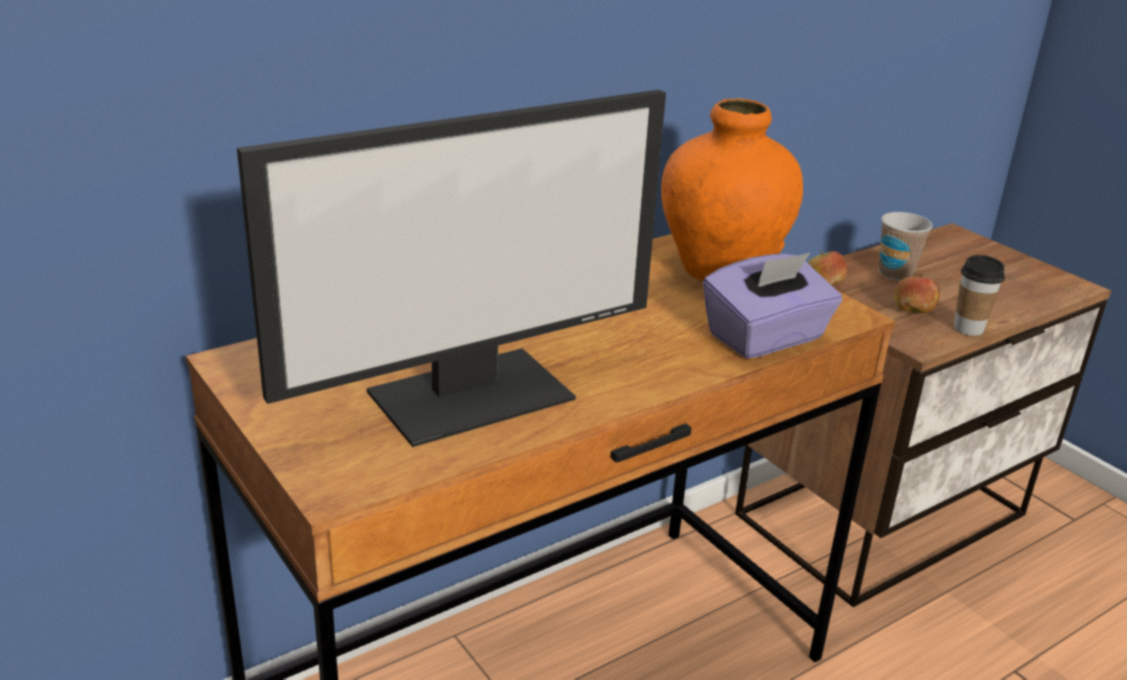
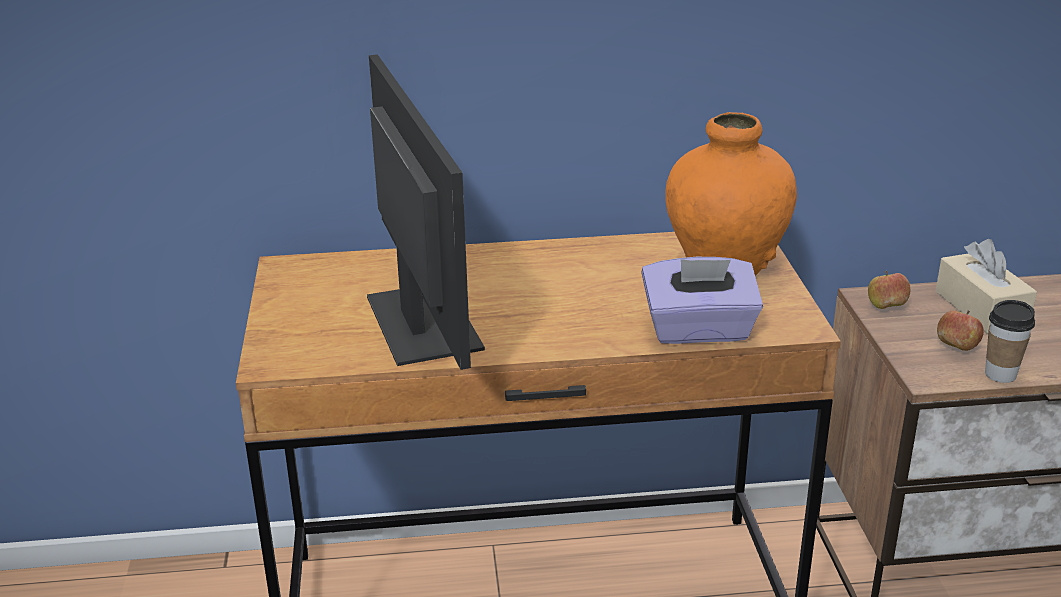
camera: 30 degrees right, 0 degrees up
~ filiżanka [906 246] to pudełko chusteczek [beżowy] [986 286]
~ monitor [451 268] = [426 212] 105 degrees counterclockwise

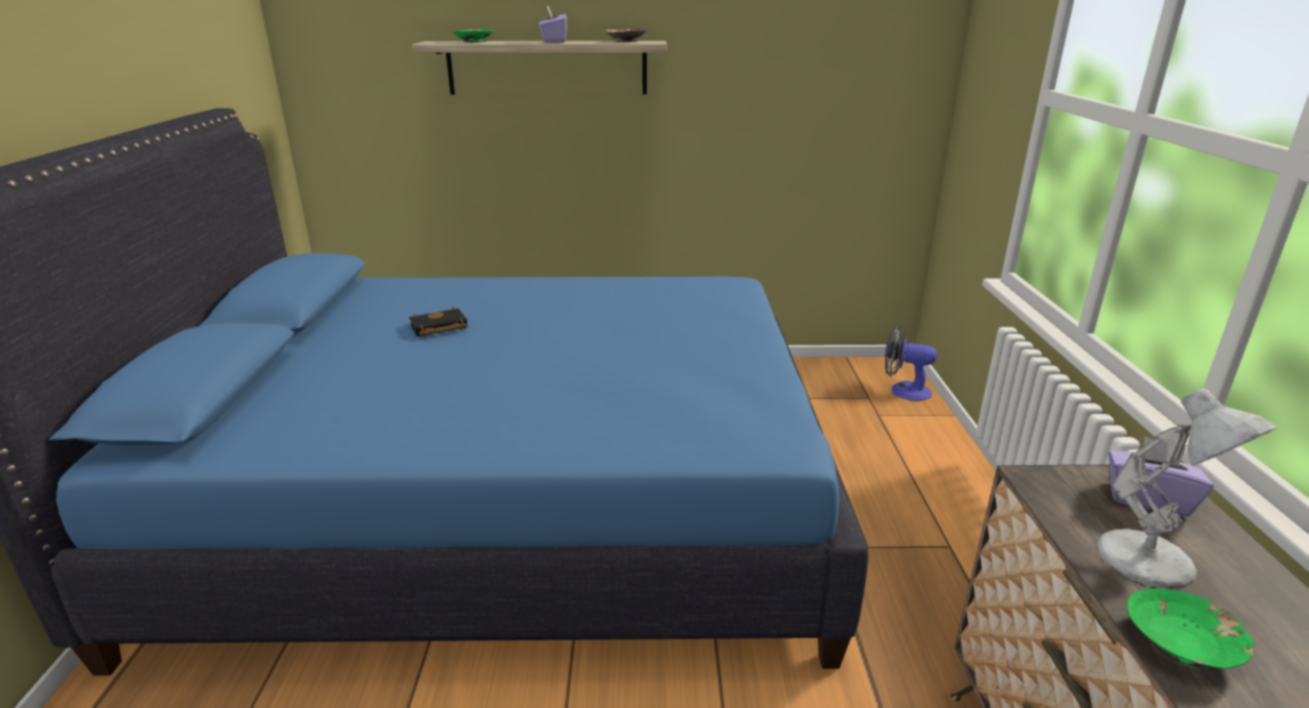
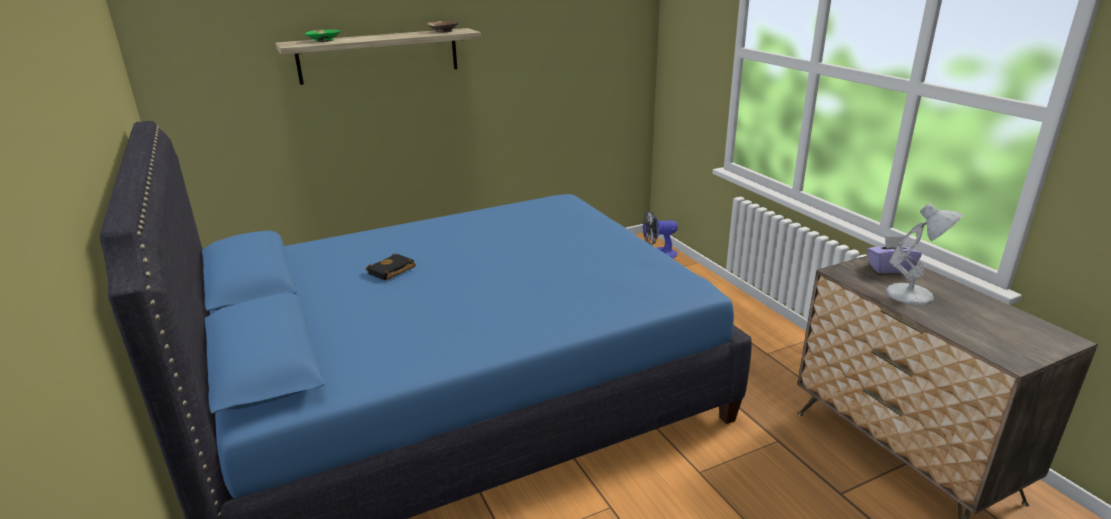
camera: 25 degrees left, 0 degrees up
- pudełko chusteczek [fioletowy] [553 24]
- miska [zielony] [1190 628]

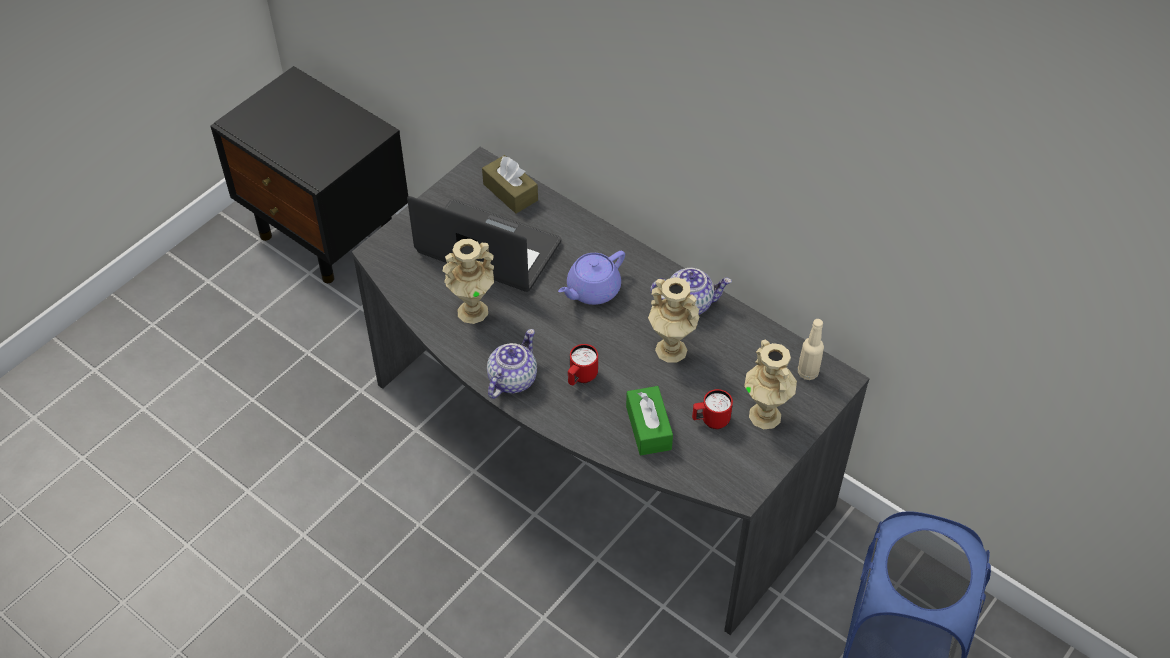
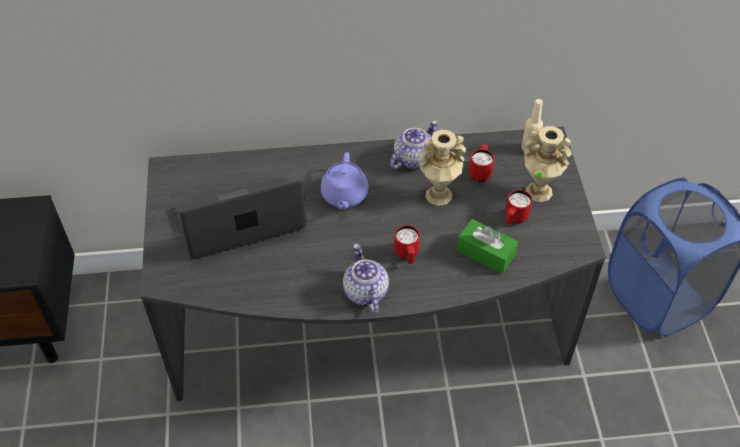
camera: 45 degrees left, 0 degrees up
- wazon [beżowy] [468 281]
- pudełko chusteczek [brązowy] [510 184]
+ kubek [czerwony] [481 163]

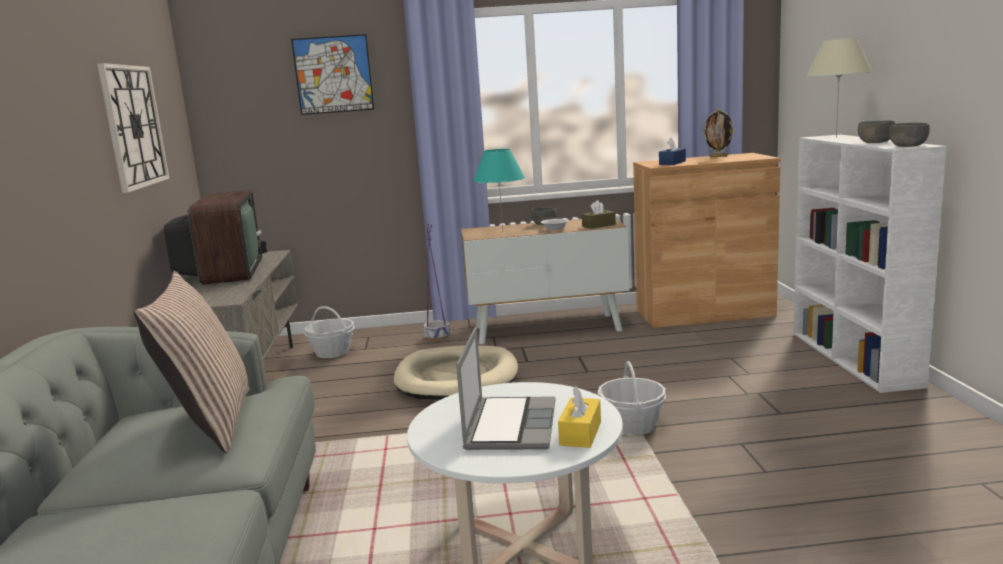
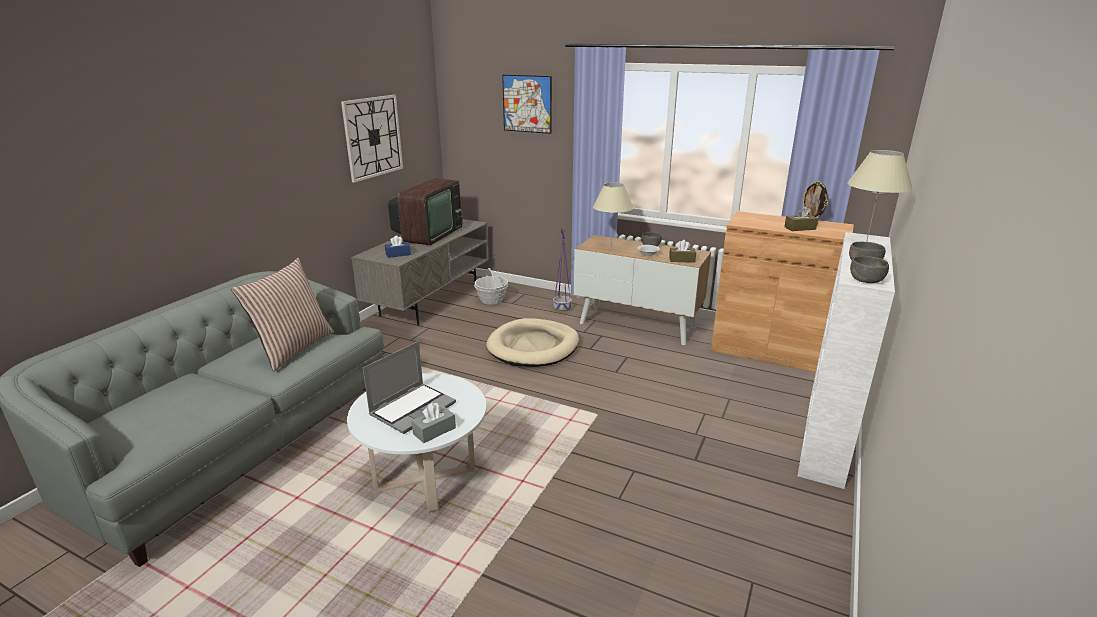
camera: 30 degrees right, 10 degrees up
- koszyk [631 398]
+ pudełko chusteczek [brązowy] [801 218]
~ pudełko chusteczek [niebieski] [672 151] to [398 246]
~ lampa stołowa [turkusowy] [499 190] to lampa stołowa [beżowy] [613 214]
~ pudełko chusteczek [żółty] [579 417] to pudełko chusteczek [szary] [434 423]

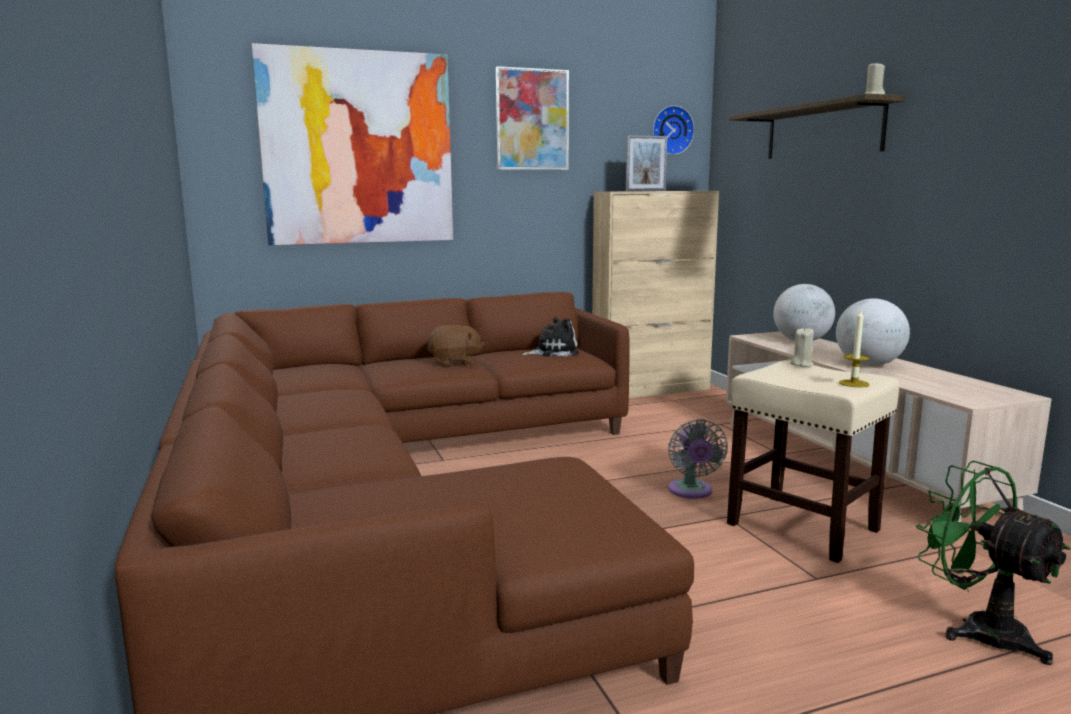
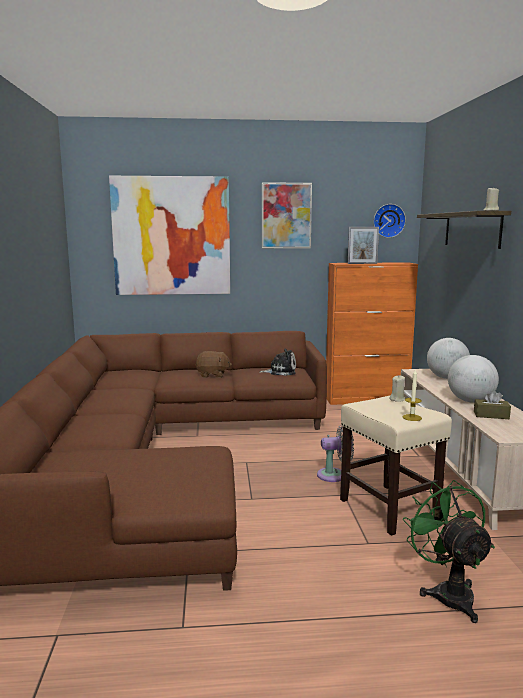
camera: 15 degrees right, 0 degrees up
+ pudełko chusteczek [brązowy] [492 404]
~ szafka [beżowy] [655 294] to szafka [pomarańczowy] [372 333]
~ wentylator [szary] [698 459] = [335 453] 105 degrees counterclockwise

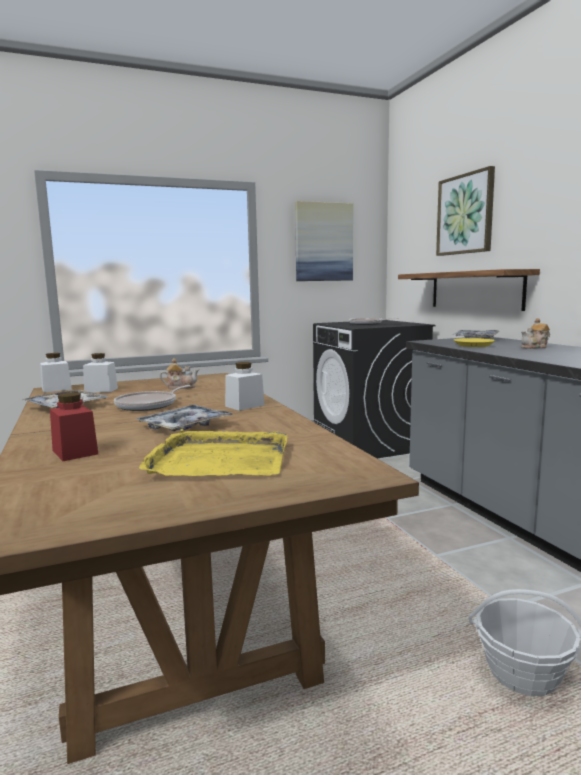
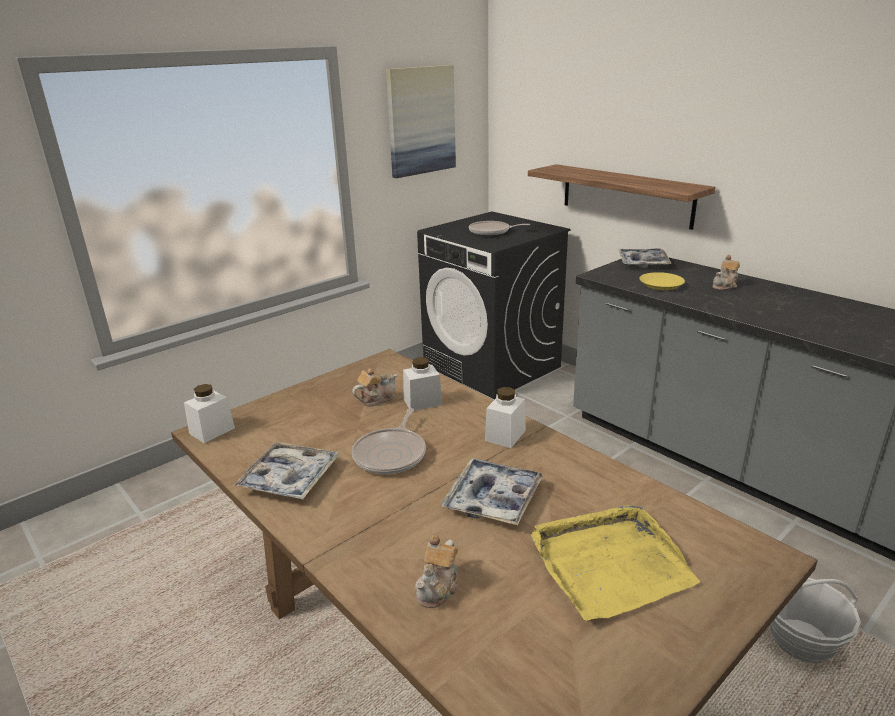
camera: 20 degrees left, 15 degrees up
- obraz [465 211]
~ słoik [biały] [100 373] to [422 384]
~ słoik [czerwony] [74 426] to imbryk [437 571]

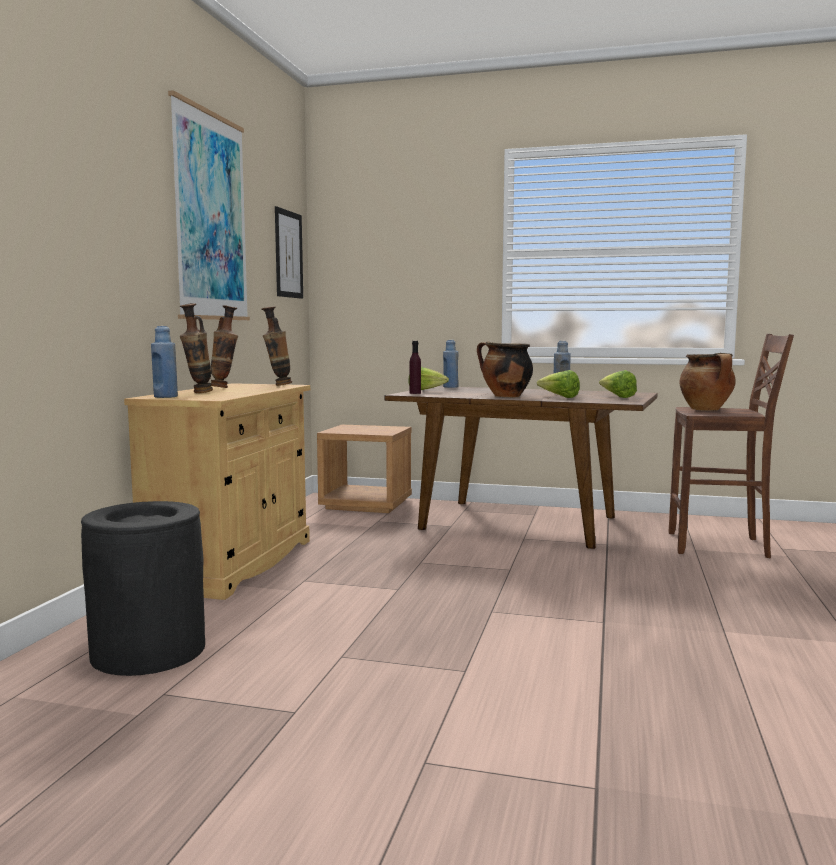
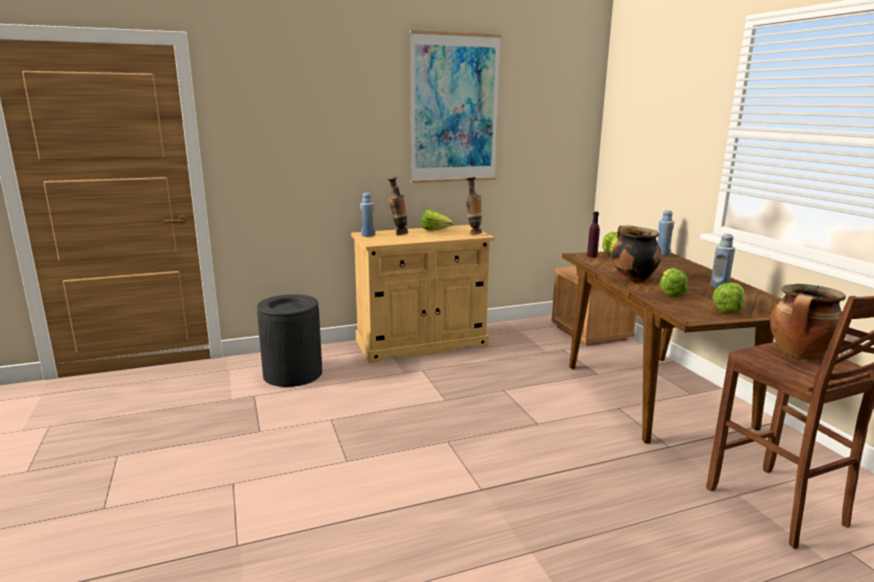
camera: 55 degrees right, 10 degrees up
- obraz [289 252]
~ wazon [224 346] to sałata [437 220]

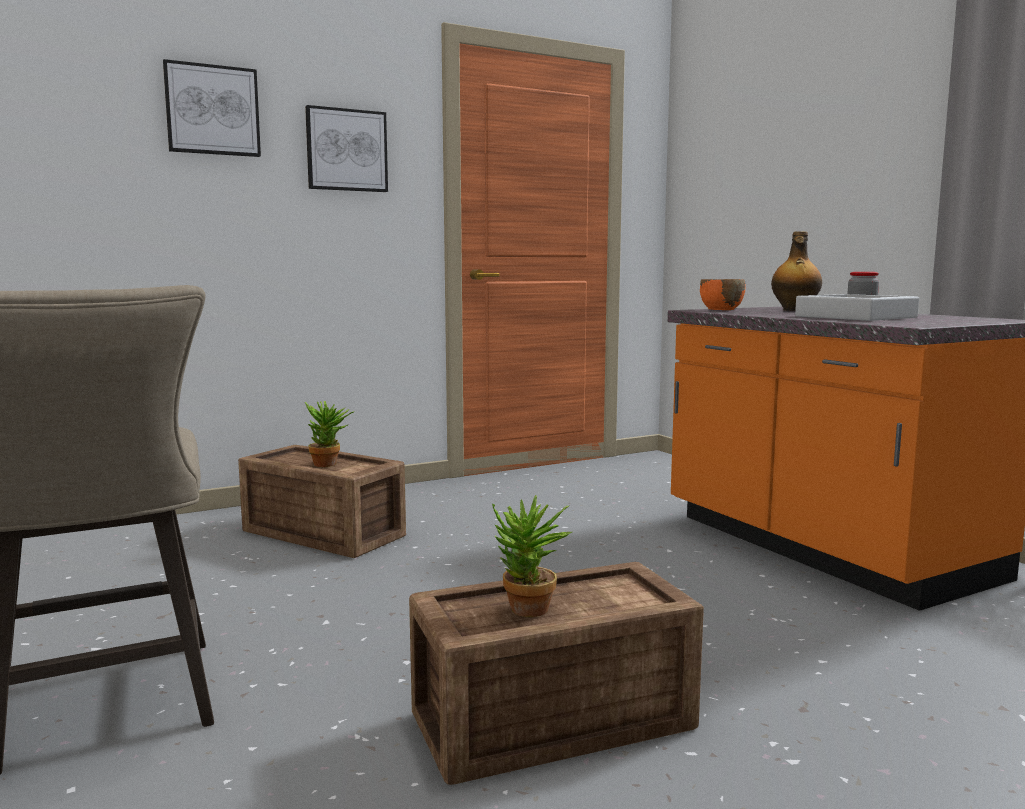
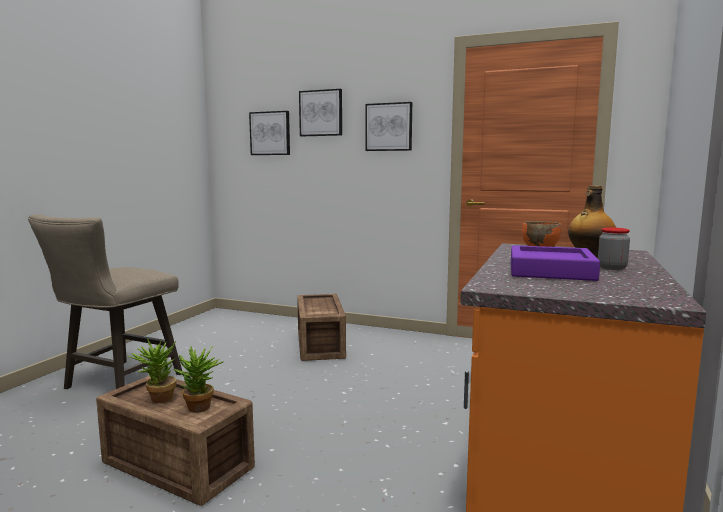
camera: 50 degrees right, 0 degrees up
+ obraz [269 133]
~ roślina doniczkowa [329 434] to [198 379]
~ taca [szary] [857 307] to taca [fioletowy] [555 263]

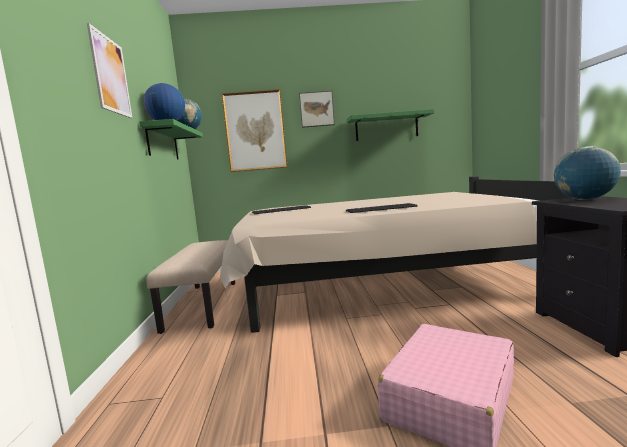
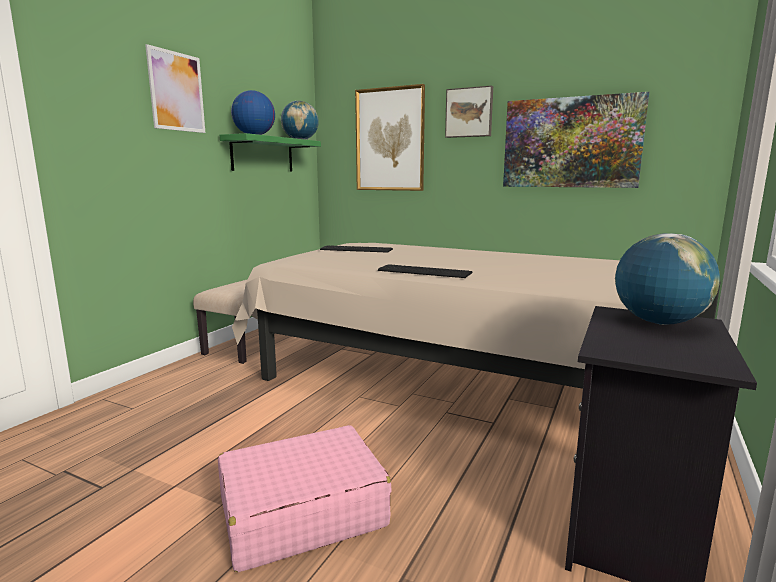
camera: 30 degrees right, 5 degrees up
~ półka [zielony] [390 125] to obraz [576 140]

